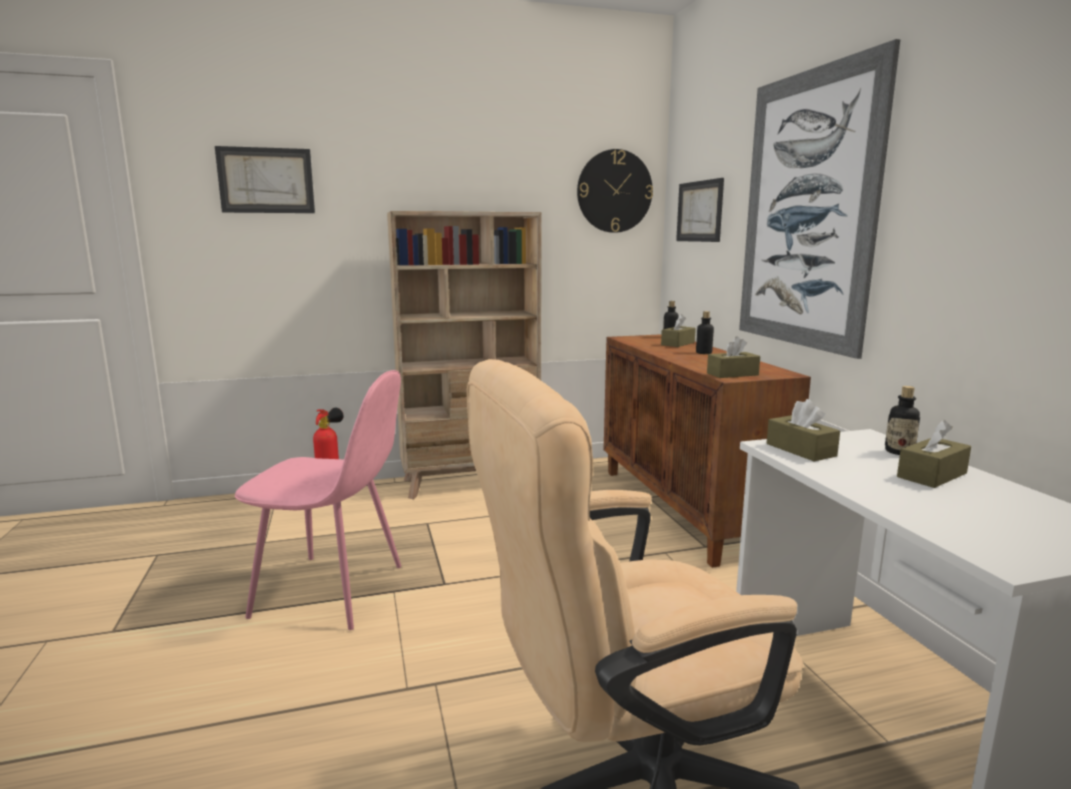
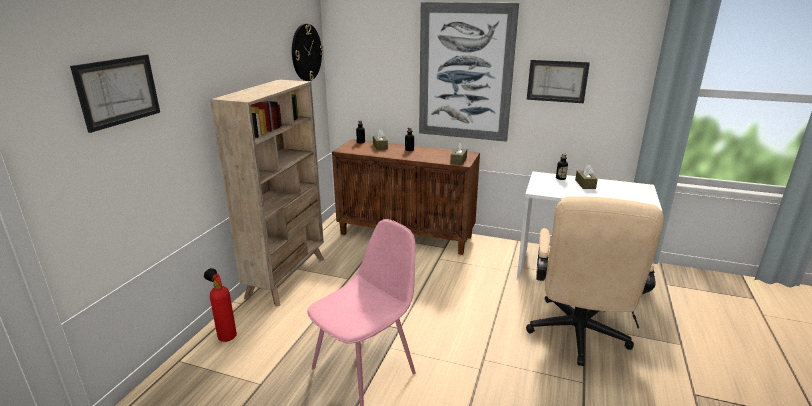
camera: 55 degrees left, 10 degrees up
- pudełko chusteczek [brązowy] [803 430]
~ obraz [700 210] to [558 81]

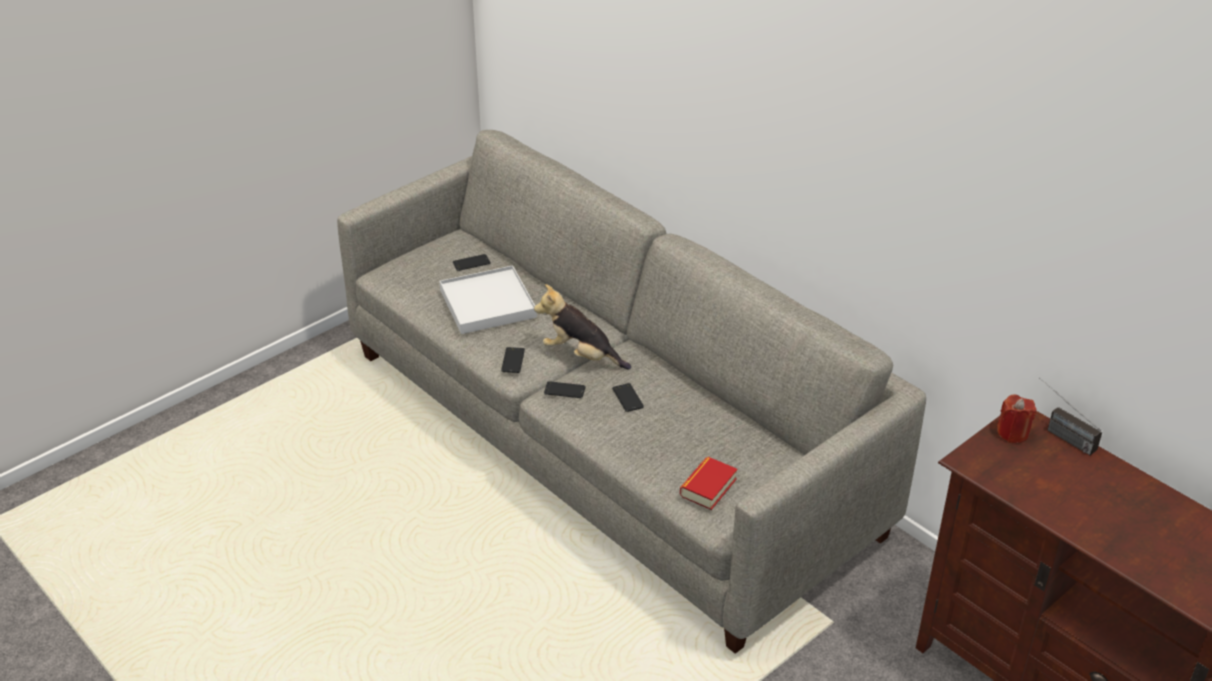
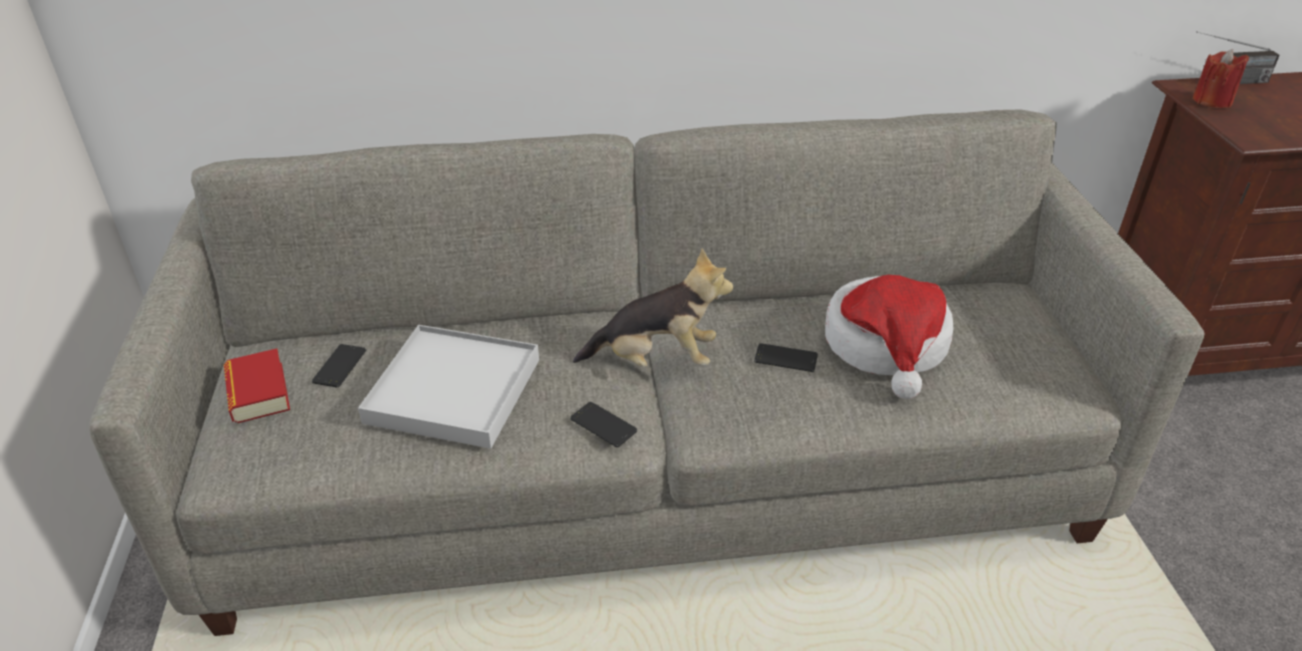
camera: 55 degrees left, 0 degrees up
- telefon [565 389]
+ kapelusz [889 337]
~ książka [709 483] to [257 385]
~ pluszak [582 327] = [653 307] 150 degrees counterclockwise

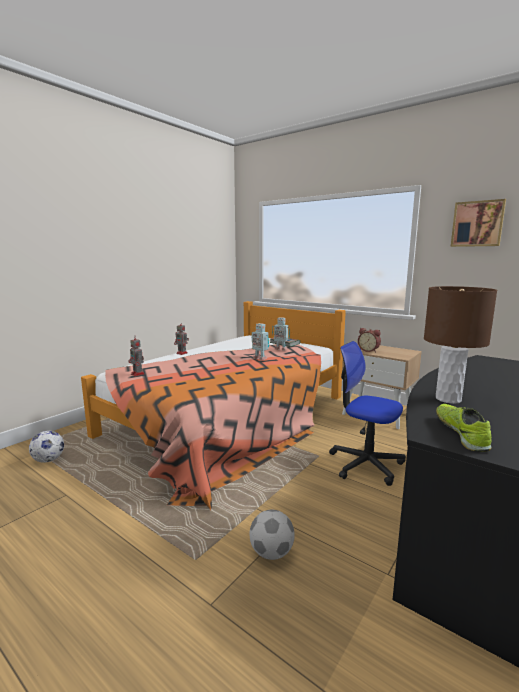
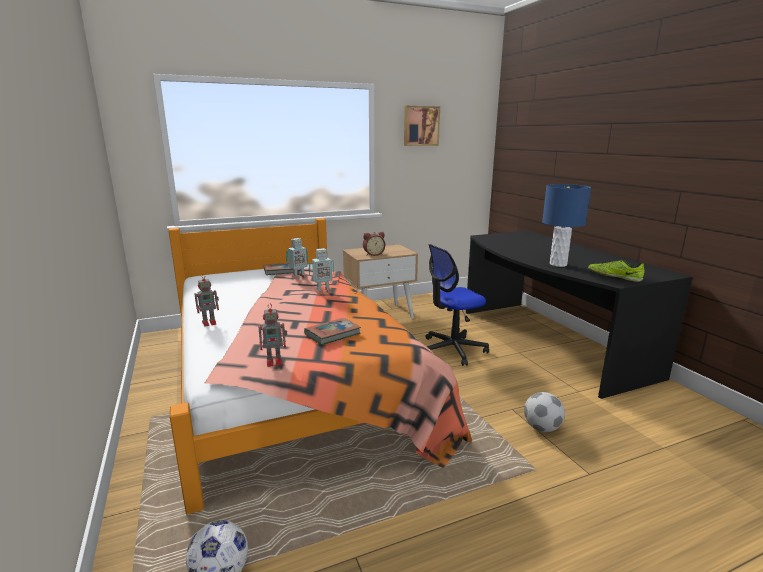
camera: 60 degrees left, 5 degrees up
+ książka [332 331]
~ lampa stołowa [brązowy] [460 345] to lampa stołowa [niebieski] [566 225]

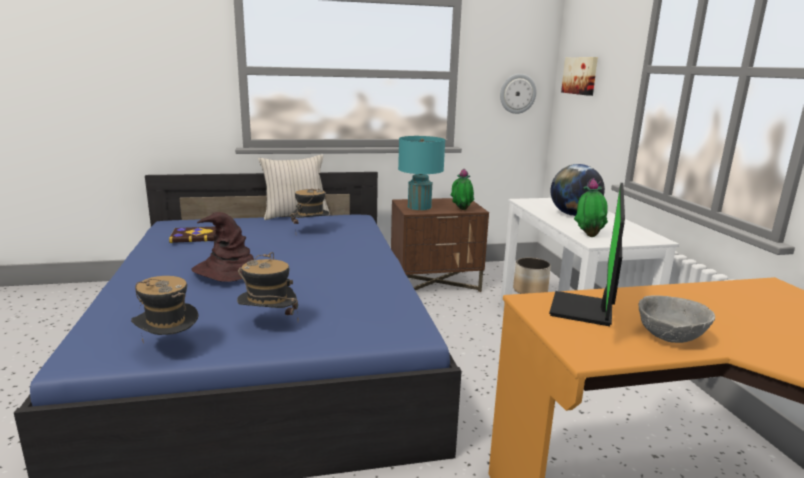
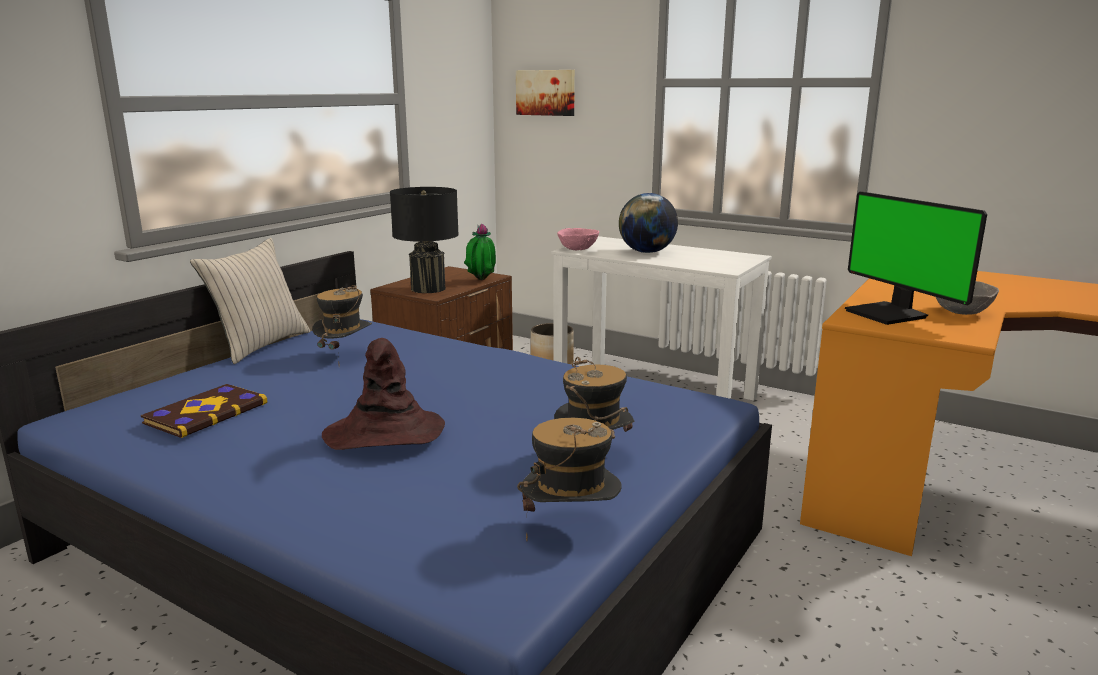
camera: 45 degrees left, 0 degrees up
- zegar ścienny [518 94]
- roślina doniczkowa [591 207]
+ miska [różowy] [578 239]
~ lampa stołowa [turkusowy] [421 173] to lampa stołowa [czarny] [424 240]

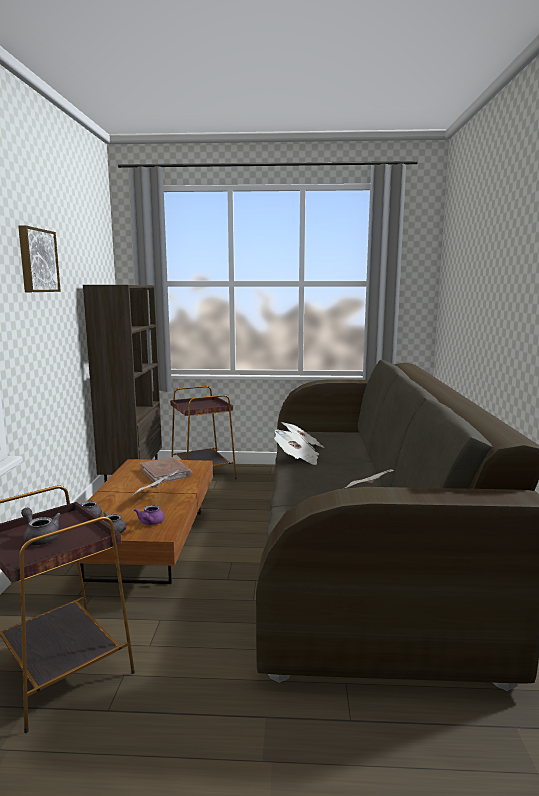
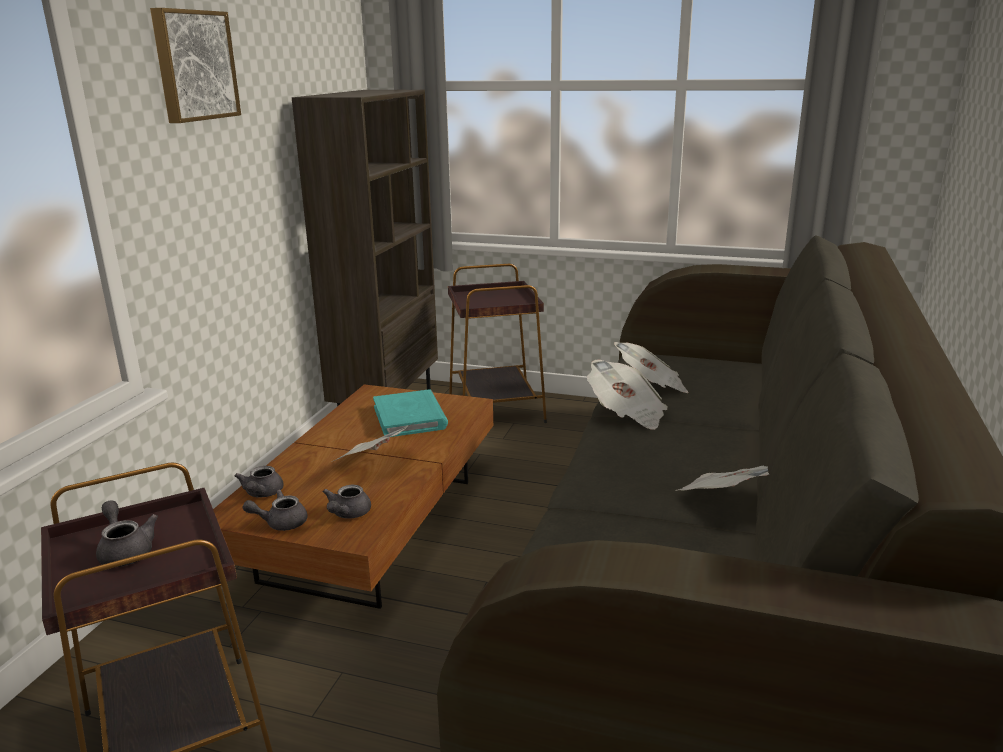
camera: 15 degrees right, 10 degrees up
~ imbryk [fioletowy] [149 515] to imbryk [szary] [347 502]
~ książka [brązowy] [166 470] to książka [turkusowy] [410 413]

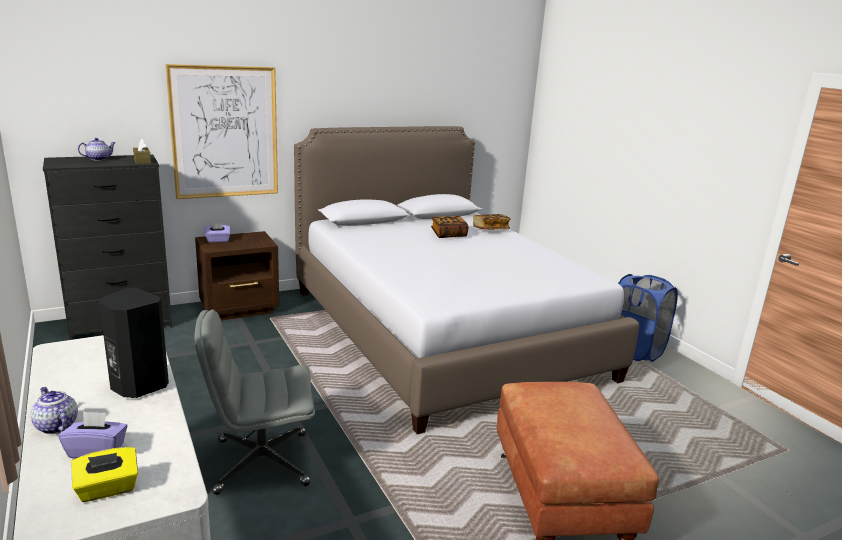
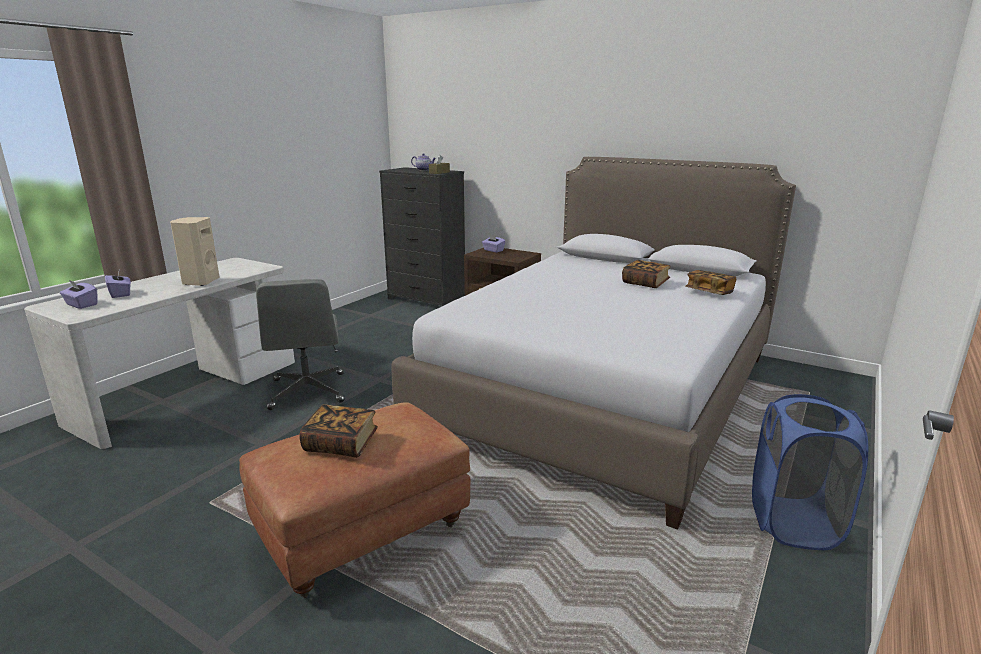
camera: 60 degrees right, 0 degrees up
- imbryk [54 410]
- obraz [221 131]
+ książka [338 431]
~ pudełko chusteczek [żółty] [104 474] to pudełko chusteczek [fioletowy] [79 294]
~ głośnik [czarny] [134 343] to głośnik [beżowy] [195 251]
~ krzesło biurowe [szary] [255 402] = [300 344] 150 degrees counterclockwise

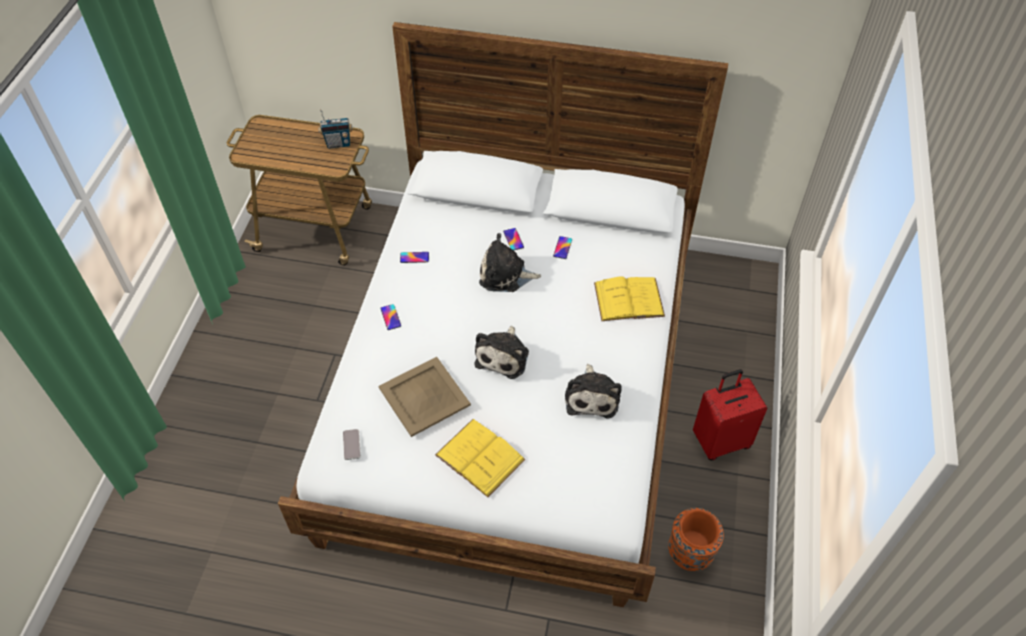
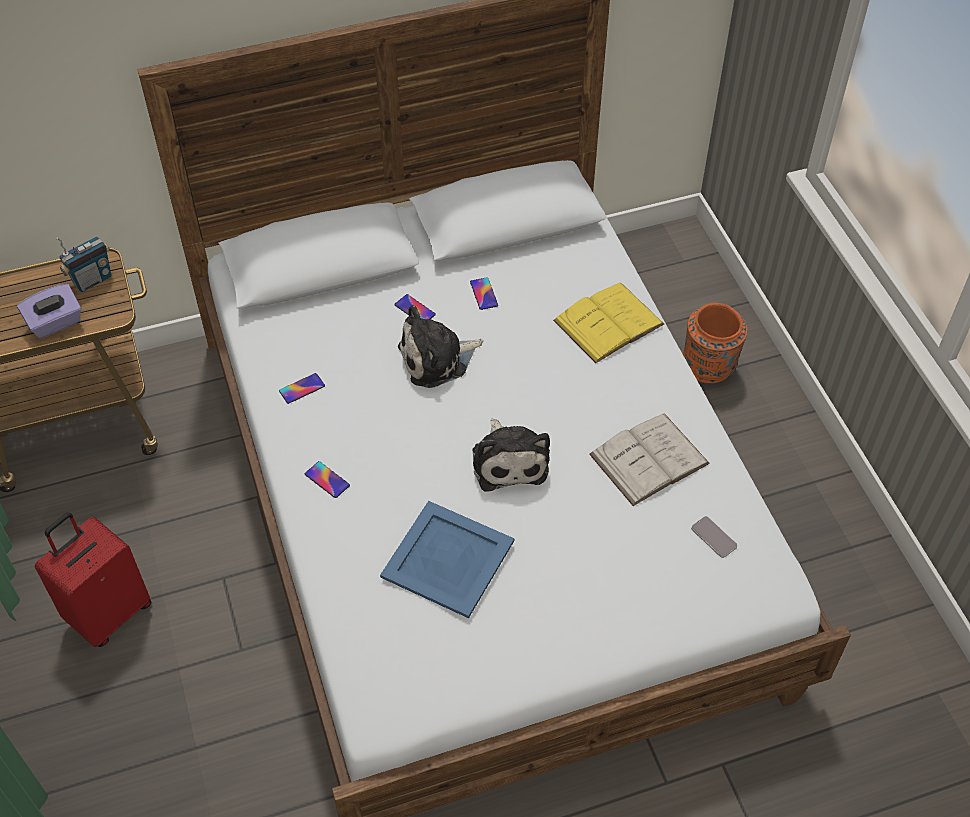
camera: 30 degrees left, 0 degrees up
- książka [żółty] [480 458]
+ pudełko chusteczek [fioletowy] [49 311]
~ telefon [352 444] to [714 537]
~ wazon [pomarańczowy] [696 539] to [715 343]
~ walizka [czerwony] [730 414] to [93 579]
~ pluszak [593 391] to książka [biały] [649 460]
~ taca [beżowy] [424 397] to taca [niebieski] [447 559]

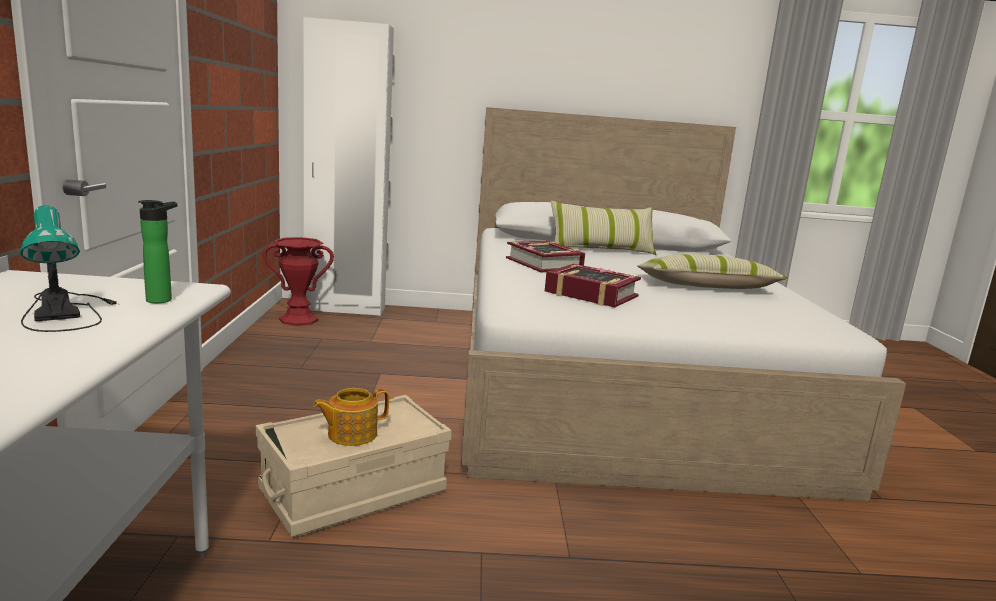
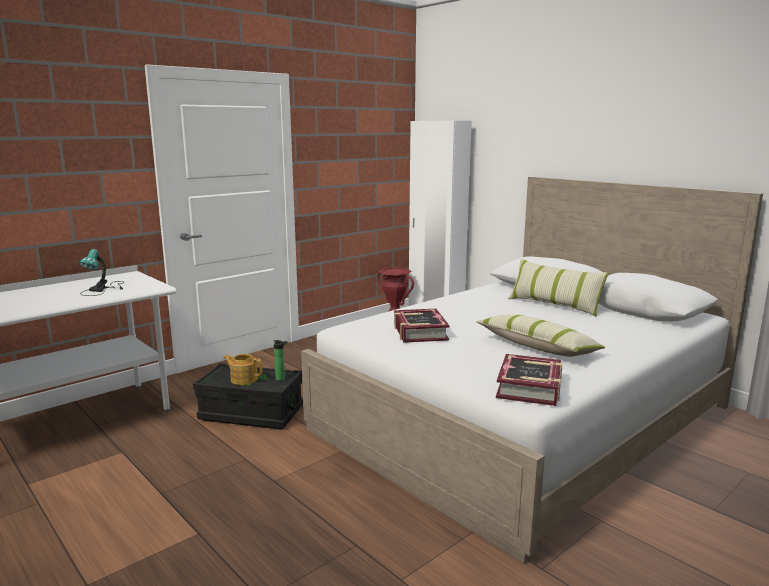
camera: 50 degrees right, 0 degrees up
~ butelka [157 251] to [280 360]
~ książka [545 256] to [529 380]
~ pojemnik do przechowywania [beżowy] [354 466] to pojemnik do przechowywania [czarny] [248 396]

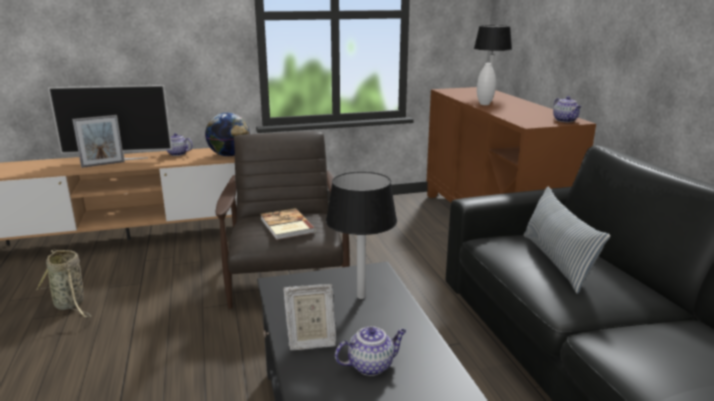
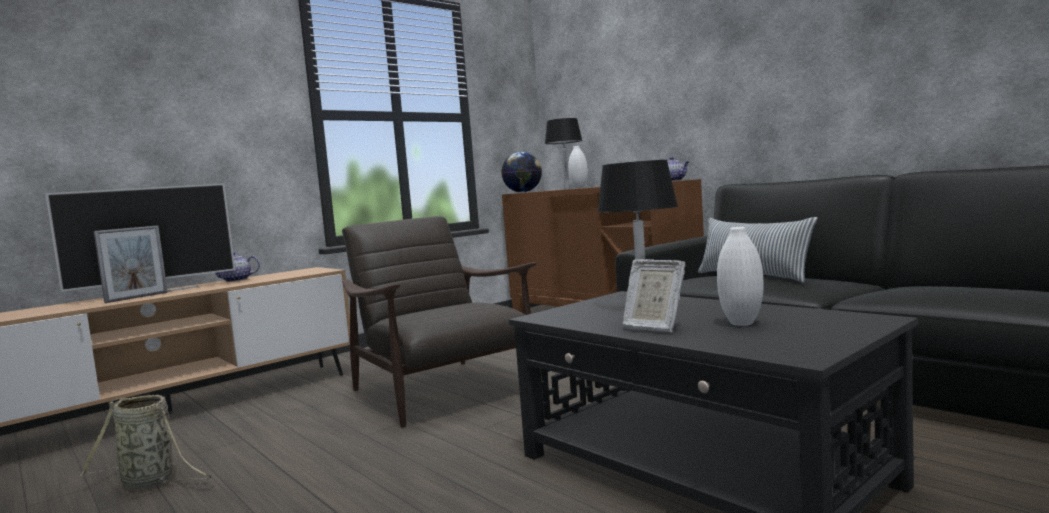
camera: 25 degrees left, 15 degrees down
- książka [288 224]
~ globus [227 134] to [521 172]
~ imbryk [370 351] to wazon [biały] [740 276]
~ ramka na zdjęcie [309 317] = [653 295] 75 degrees clockwise

